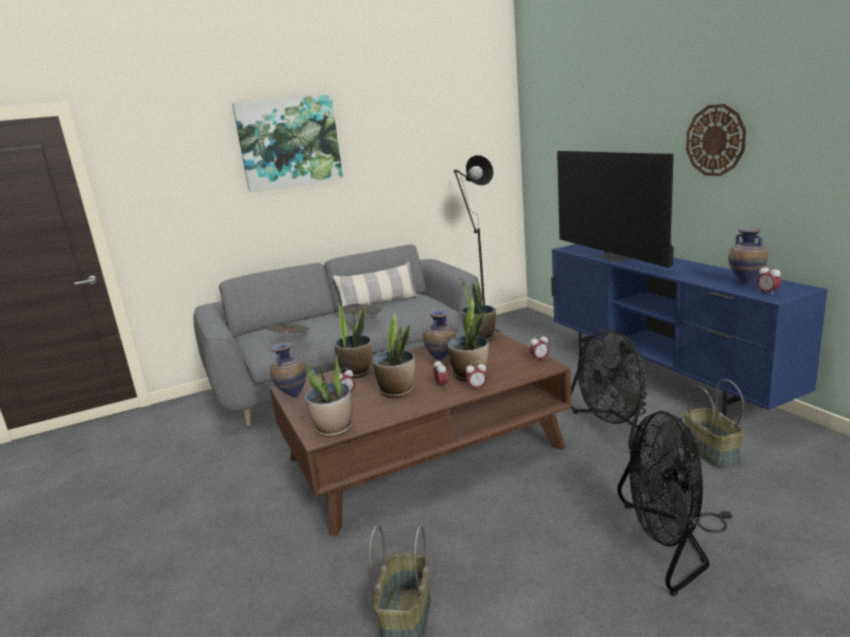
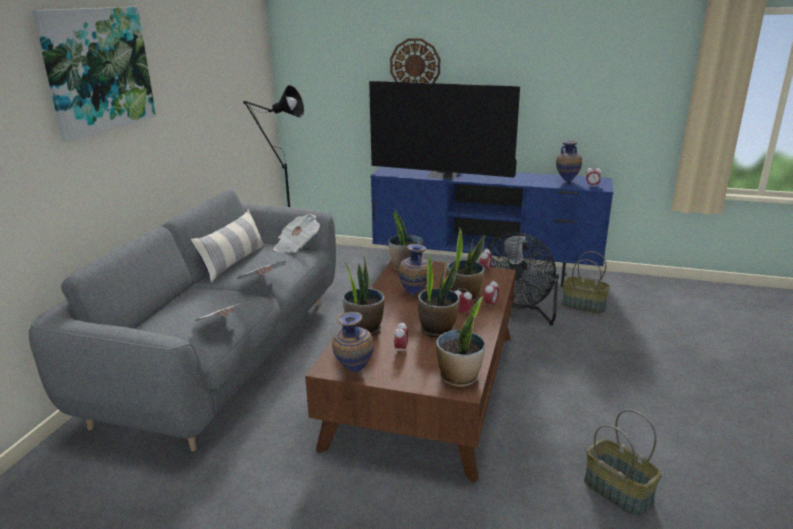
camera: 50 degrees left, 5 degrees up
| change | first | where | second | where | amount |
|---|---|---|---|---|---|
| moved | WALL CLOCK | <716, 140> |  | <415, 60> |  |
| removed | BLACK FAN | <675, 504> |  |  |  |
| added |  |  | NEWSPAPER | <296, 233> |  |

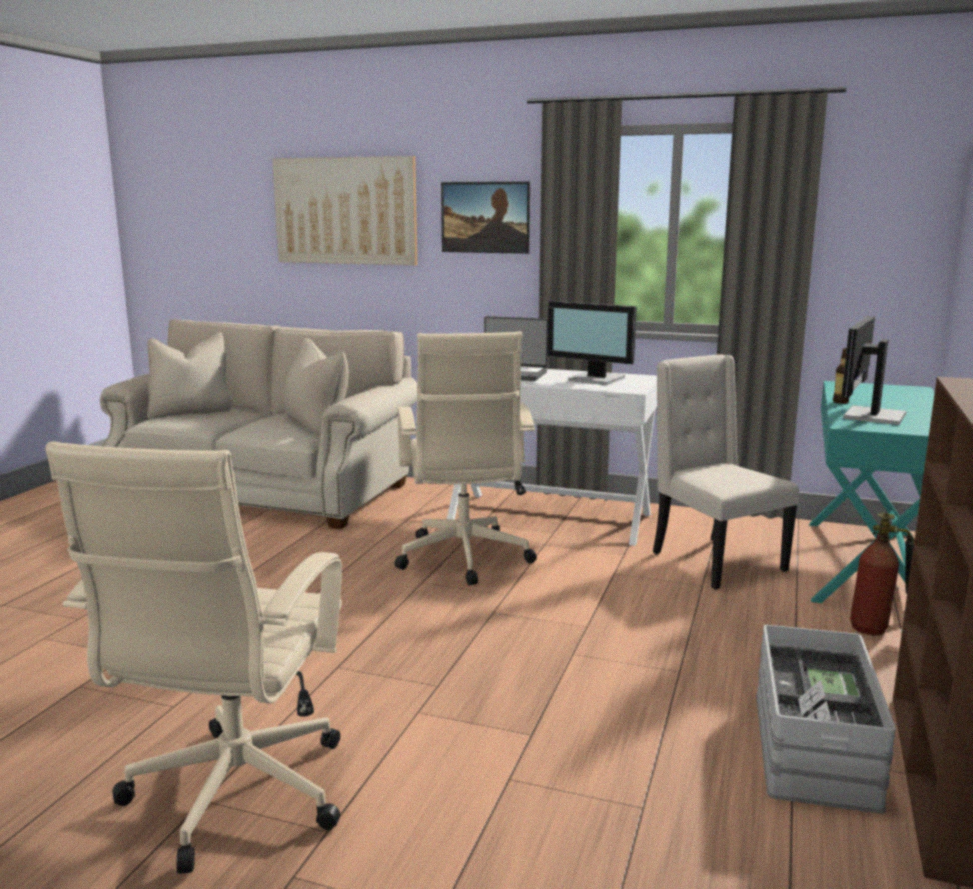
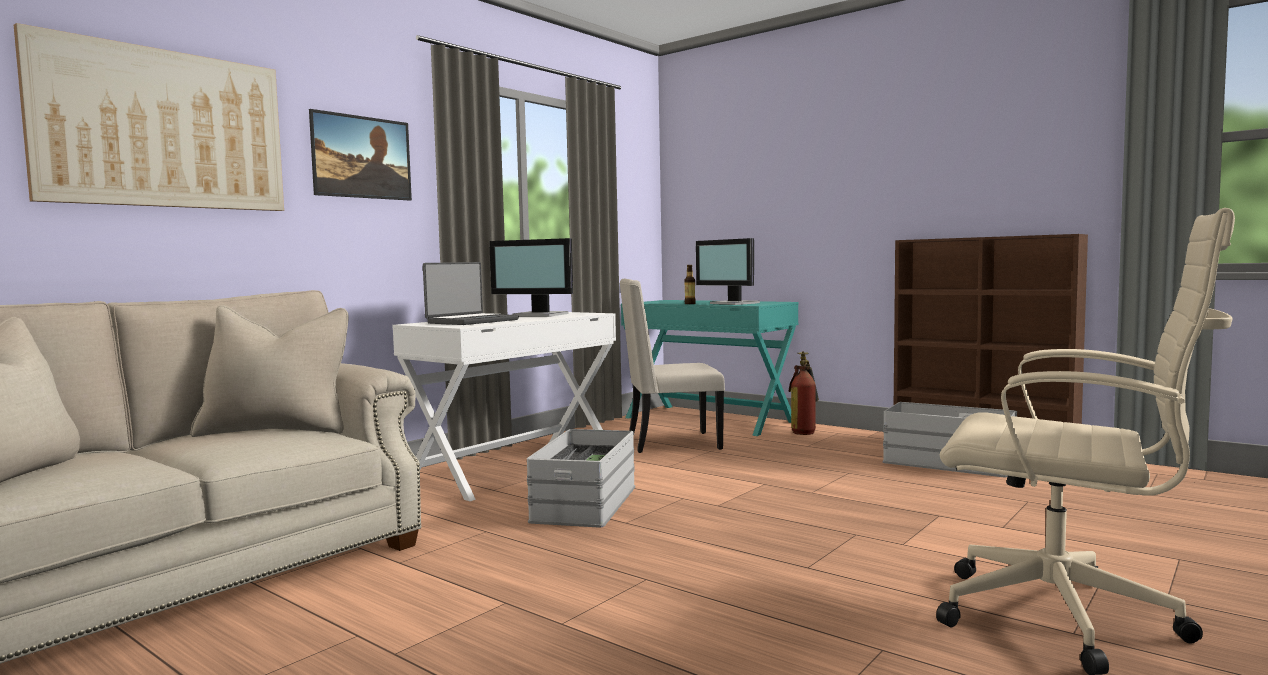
camera: 70 degrees left, 10 degrees down
| change | first | where | second | where | amount |
|---|---|---|---|---|---|
| turned | MONITOR | <592, 343> |  | <531, 277> | 60 degrees clockwise |
| replaced | BEIGE OFFICE CHAIR | <466, 458> | GREY STORAGE BOX | <581, 478> |  |

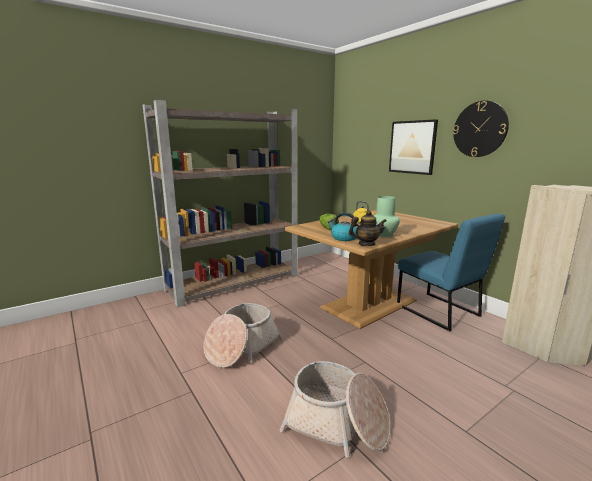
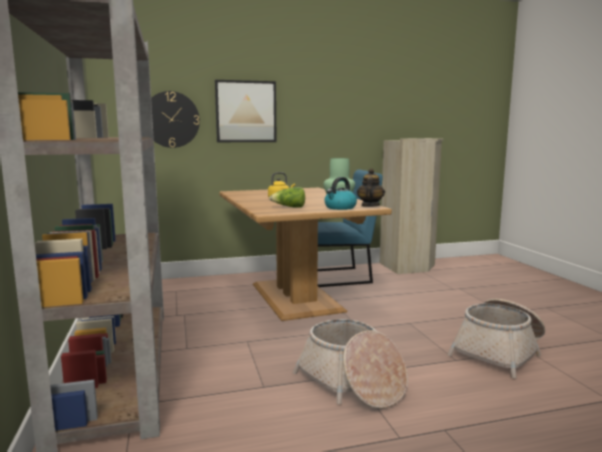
camera: 70 degrees left, 5 degrees down
| change | first | where | second | where | amount |
|---|---|---|---|---|---|
| moved | WALL CLOCK | <481, 129> |  | <175, 119> |  |

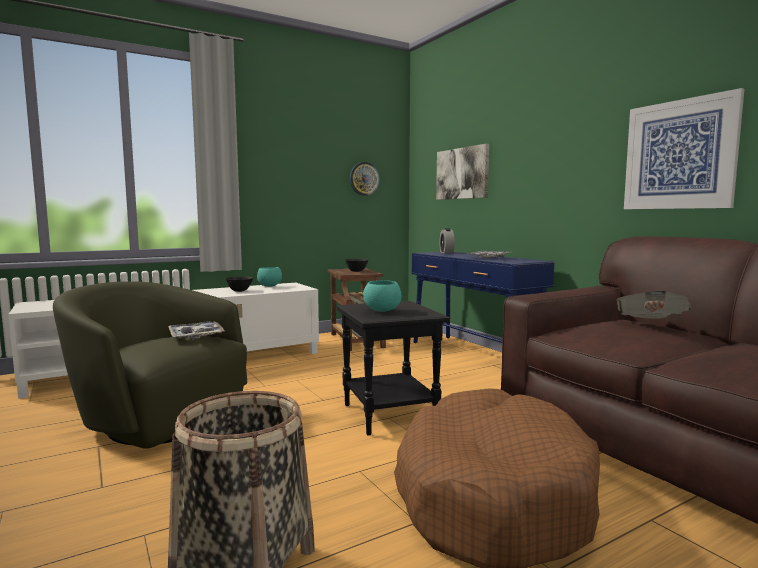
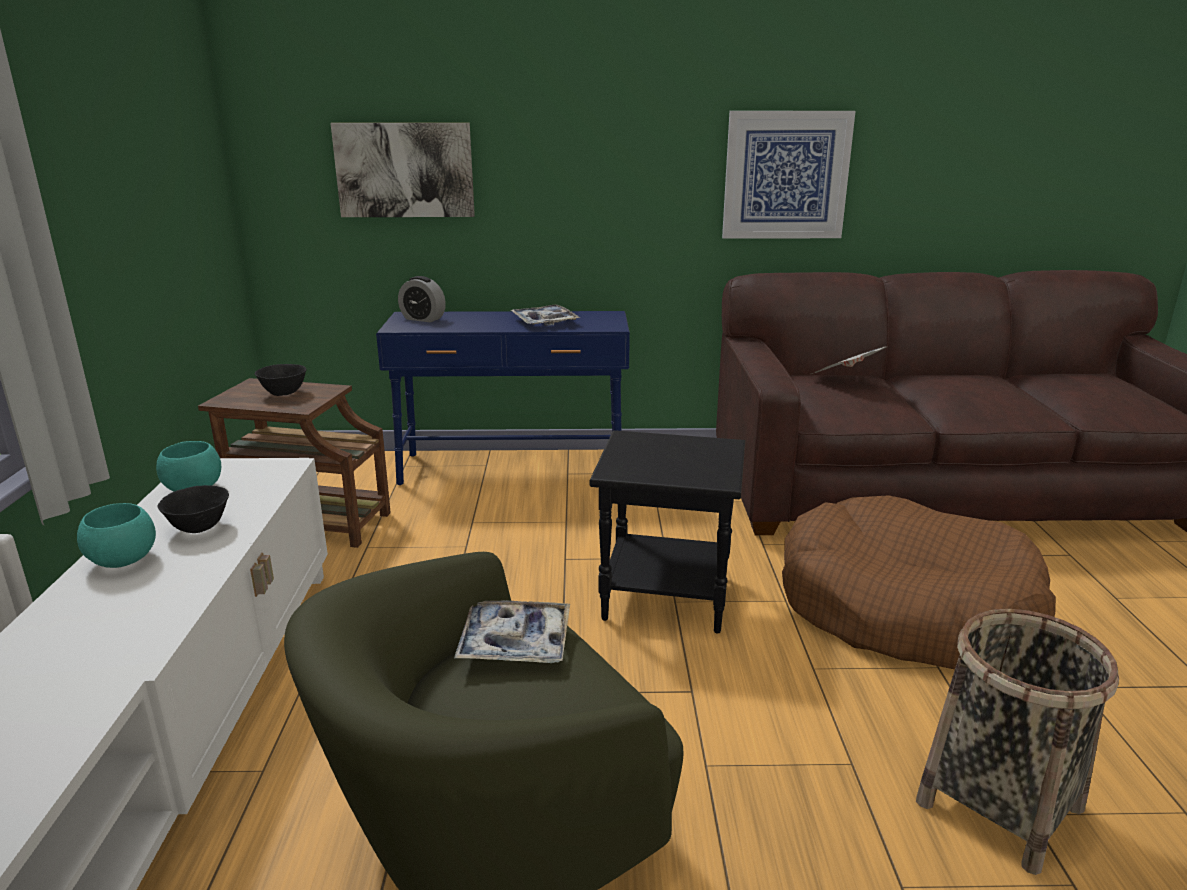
camera: 60 degrees left, 15 degrees up
| change | first | where | second | where | amount |
|---|---|---|---|---|---|
| removed | WALL CLOCK | <365, 179> |  |  |  |
| moved | TURQUOISE BOWL | <382, 296> |  | <116, 535> |  |

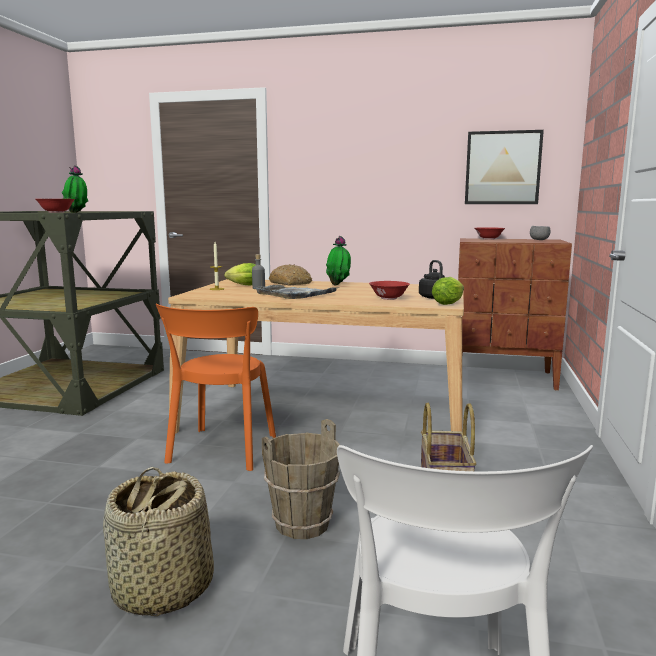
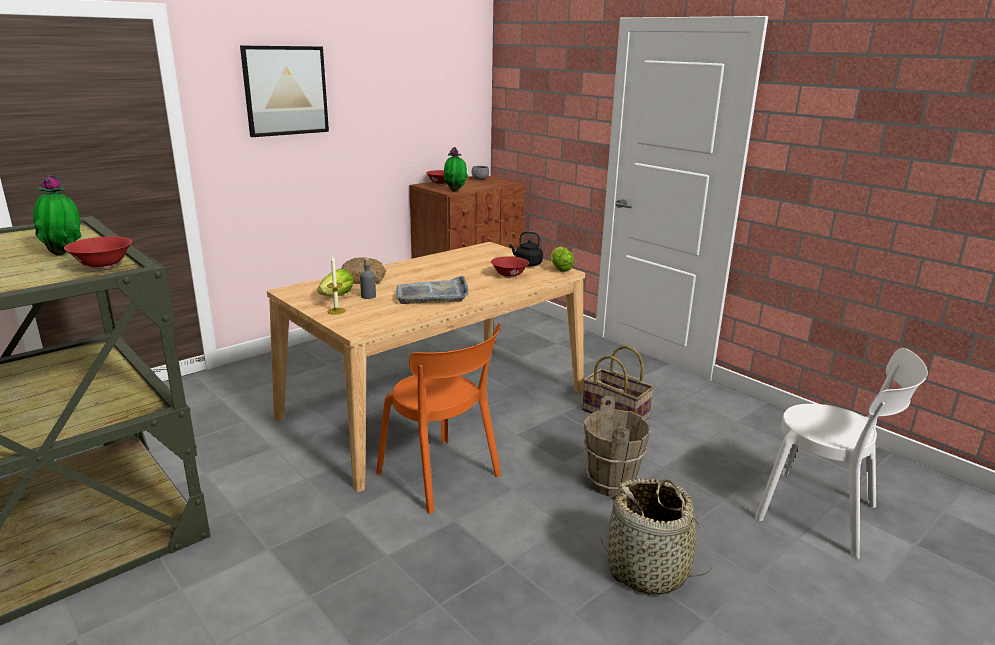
camera: 55 degrees left, 10 degrees up
| change | first | where | second | where | amount |
|---|---|---|---|---|---|
| moved | PICTURE | <504, 167> |  | <284, 91> |  |
| moved | POTTED PLANT | <338, 260> |  | <455, 169> |  |

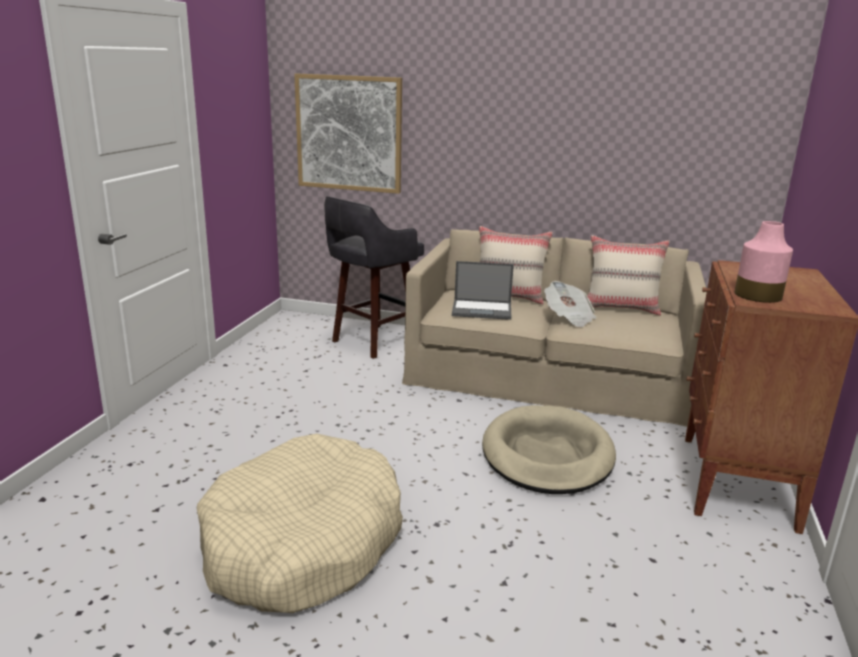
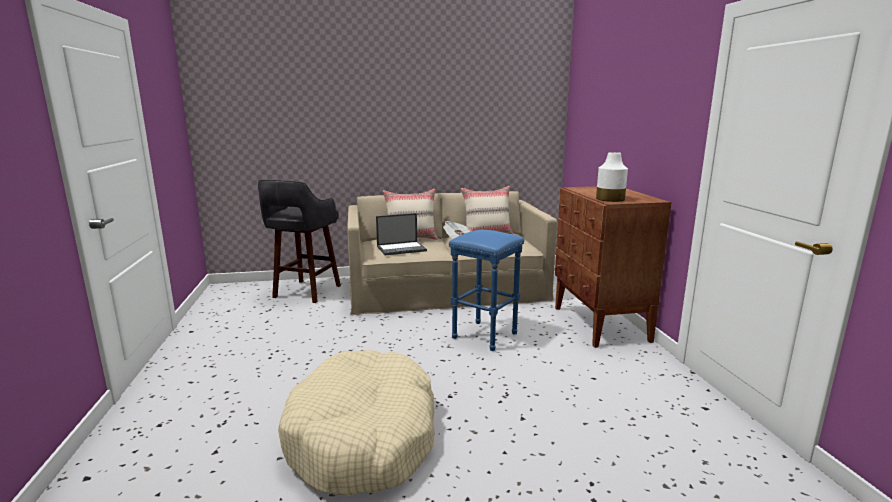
camera: 25 degrees left, 5 degrees down
| change | first | where | second | where | amount |
|---|---|---|---|---|---|
| removed | PICTURE | <348, 134> |  |  |  |
| recoloured | PINK VASE | <763, 262> | WHITE VASE | <612, 177> |  |
| replaced | BEIGE DOG BED | <549, 449> | BLUE STOOL | <486, 290> |  |

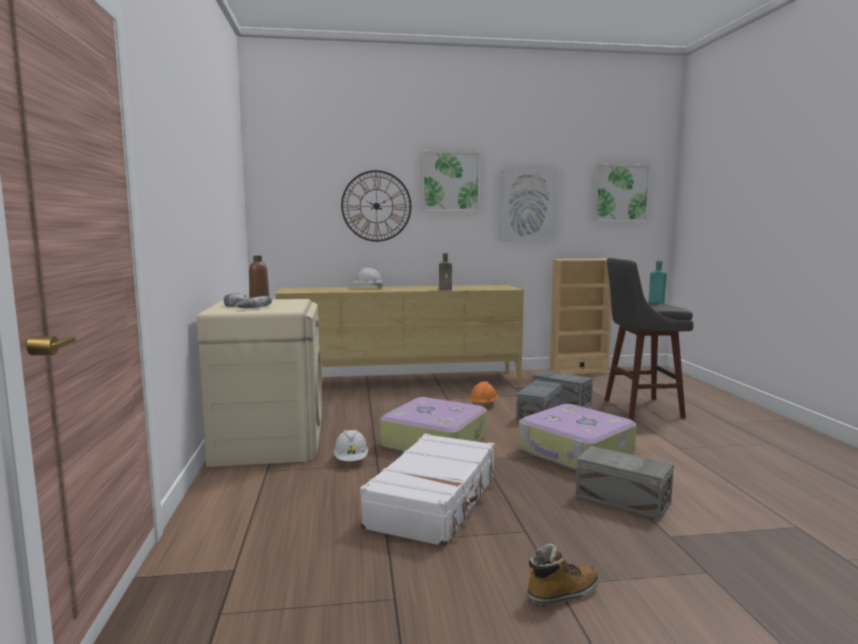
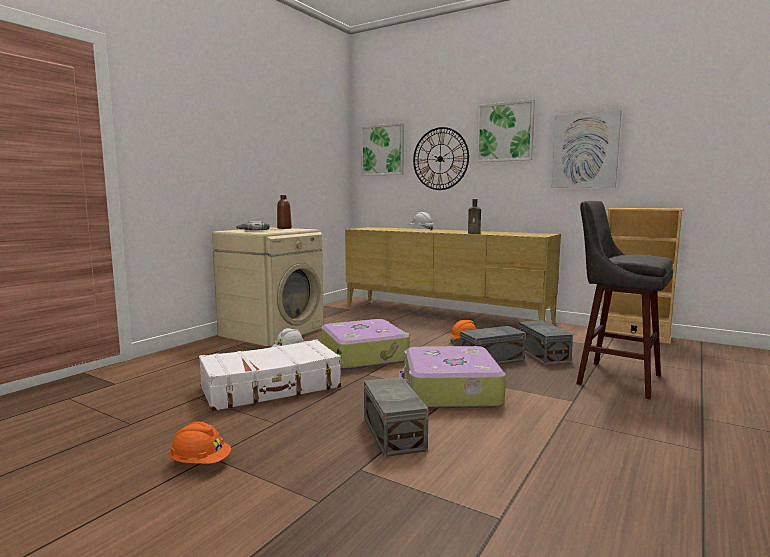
camera: 40 degrees right, 0 degrees up
| change | first | where | second | where | amount |
|---|---|---|---|---|---|
| moved | PICTURE | <622, 193> |  | <382, 149> |  |
| removed | TURQUOISE BOTTLE | <657, 282> |  |  |  |
| replaced | BOOT | <563, 574> | ORANGE HARD HAT | <200, 443> |  |

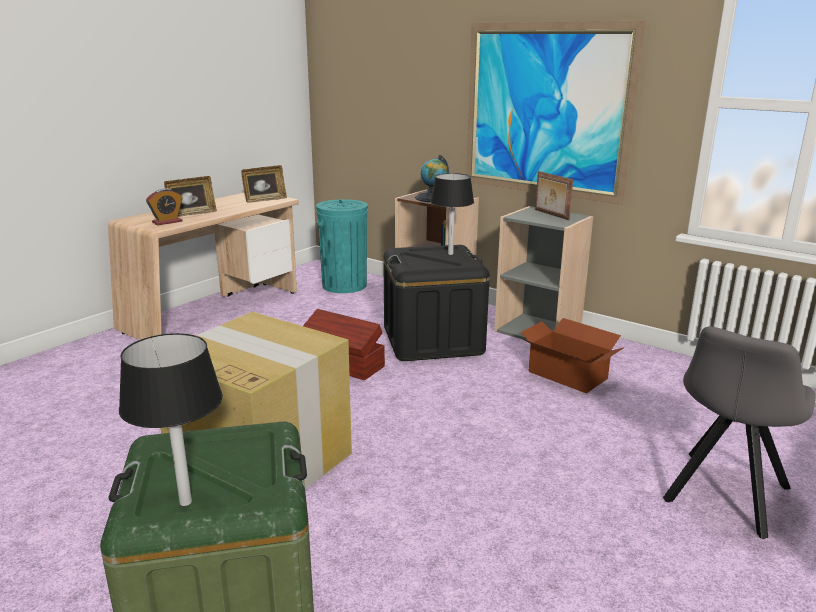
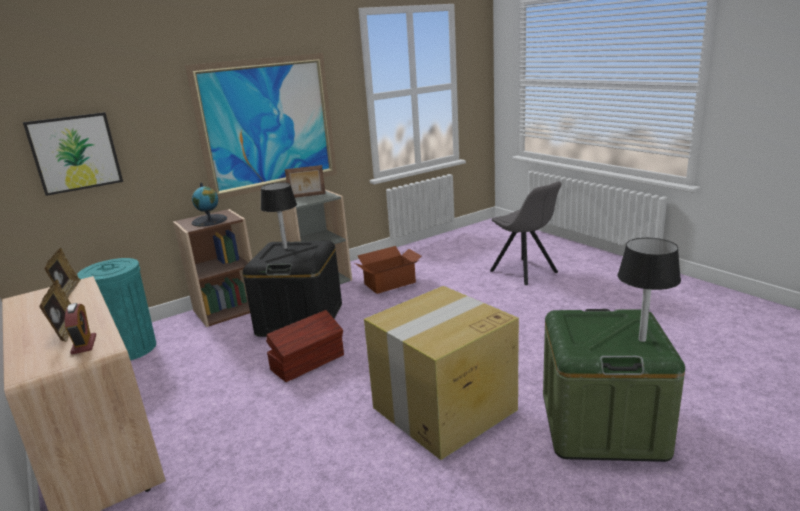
camera: 70 degrees left, 0 degrees up
| change | first | where | second | where | amount |
|---|---|---|---|---|---|
| added |  |  | PICTURE | <73, 154> |  |

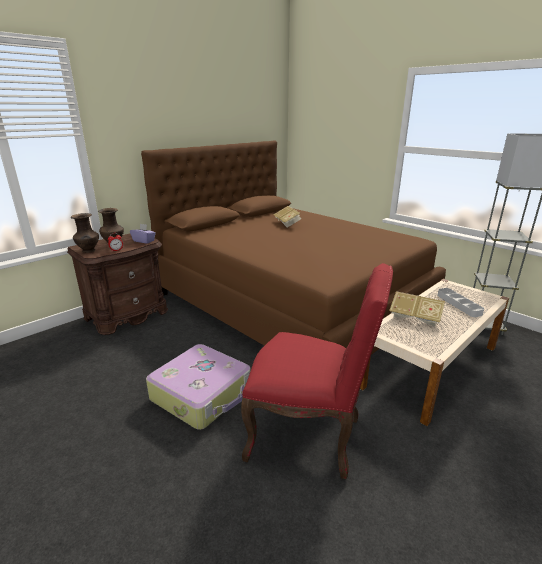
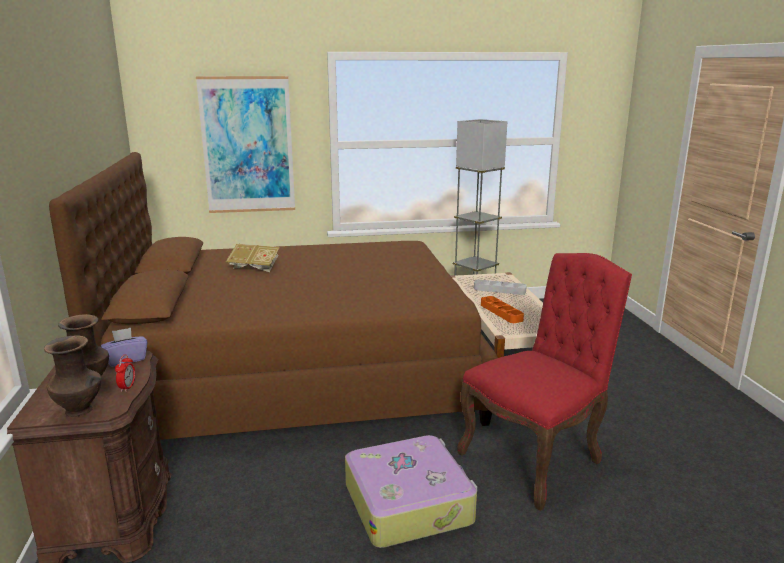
camera: 55 degrees left, 5 degrees down
| change | first | where | second | where | amount |
|---|---|---|---|---|---|
| replaced | BOOK | <417, 309> | ORANGE TRAY | <502, 309> |  |
| added |  |  | PICTURE | <245, 144> |  |

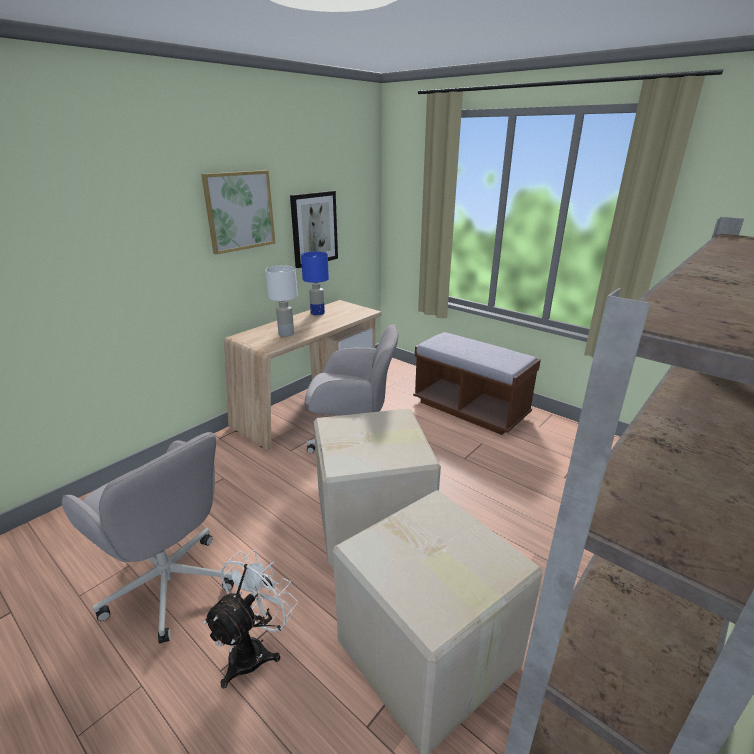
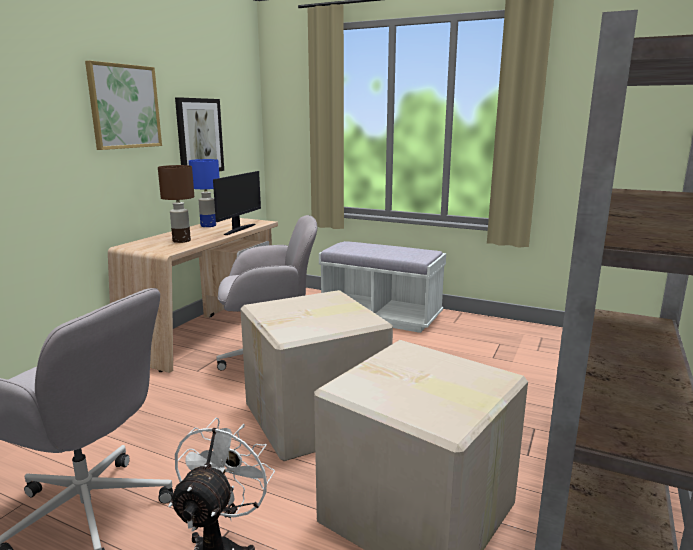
camera: 15 degrees left, 10 degrees down
| change | first | where | second | where | amount |
|---|---|---|---|---|---|
| recoloured | WHITE TABLE LAMP | <281, 301> | BROWN TABLE LAMP | <176, 204> |  |
| recoloured | BROWN BENCH | <477, 383> | WHITE BENCH | <382, 287> |  |
| added |  |  | MONITOR | <237, 203> |  |

